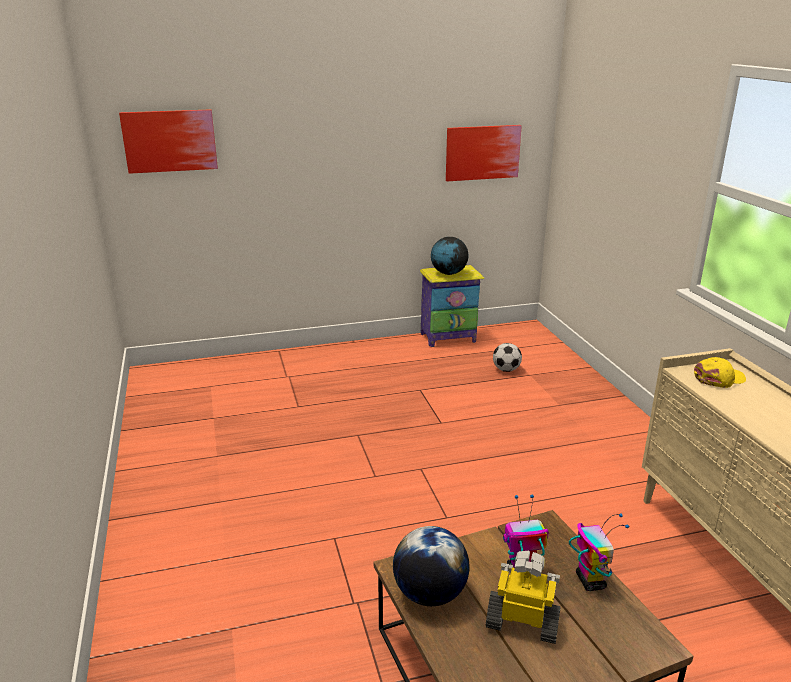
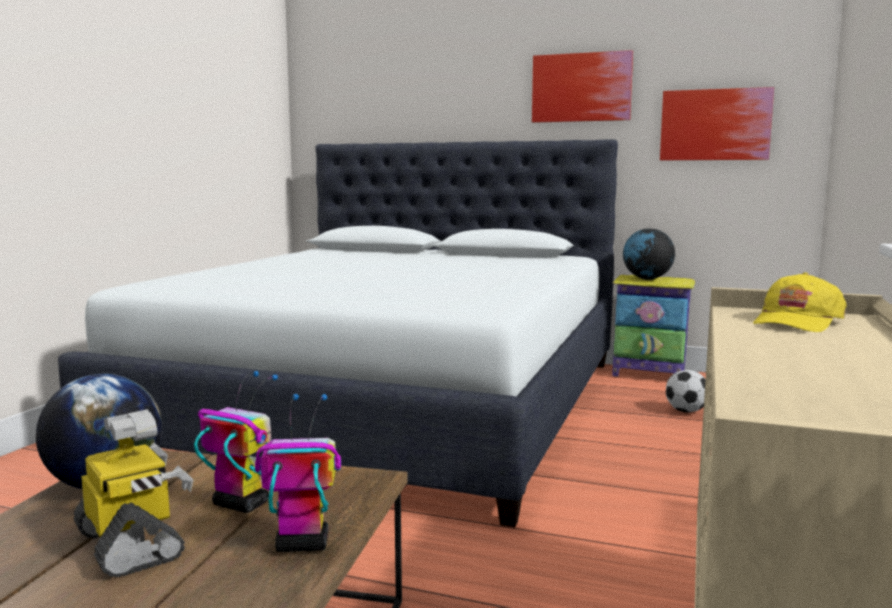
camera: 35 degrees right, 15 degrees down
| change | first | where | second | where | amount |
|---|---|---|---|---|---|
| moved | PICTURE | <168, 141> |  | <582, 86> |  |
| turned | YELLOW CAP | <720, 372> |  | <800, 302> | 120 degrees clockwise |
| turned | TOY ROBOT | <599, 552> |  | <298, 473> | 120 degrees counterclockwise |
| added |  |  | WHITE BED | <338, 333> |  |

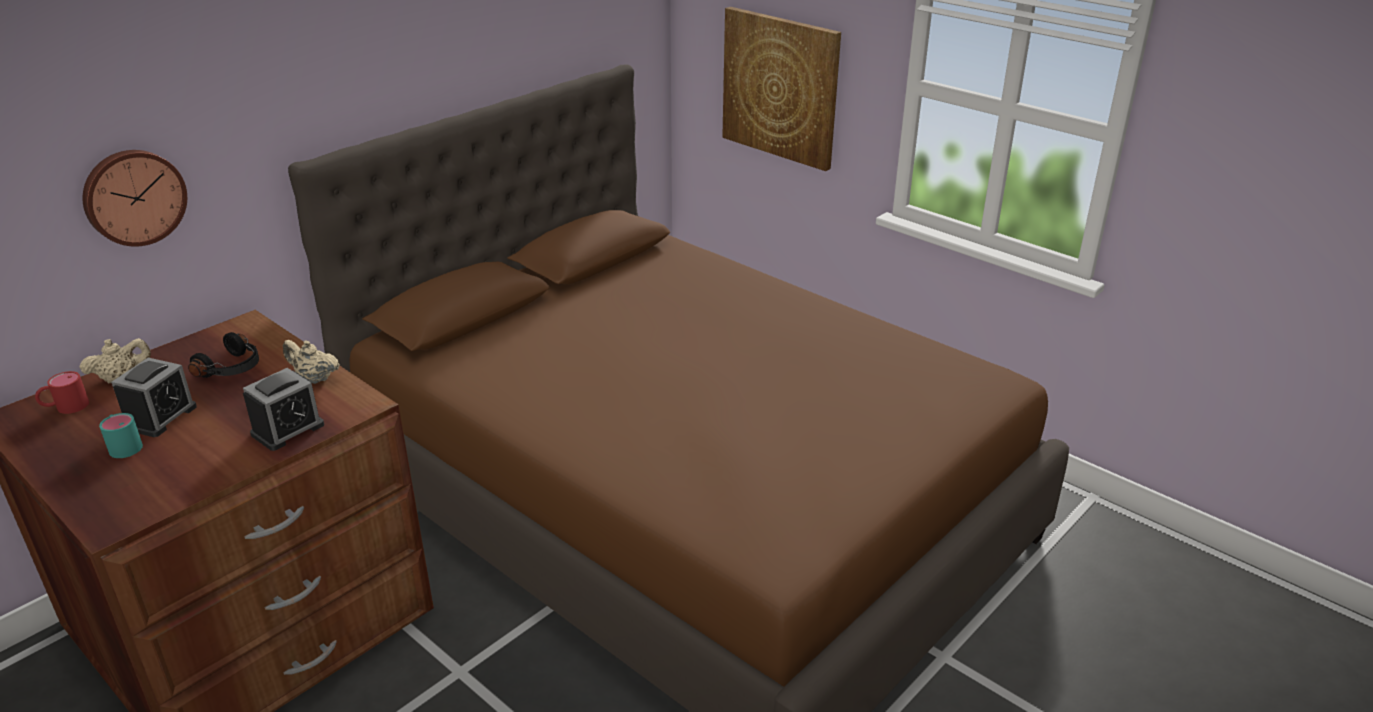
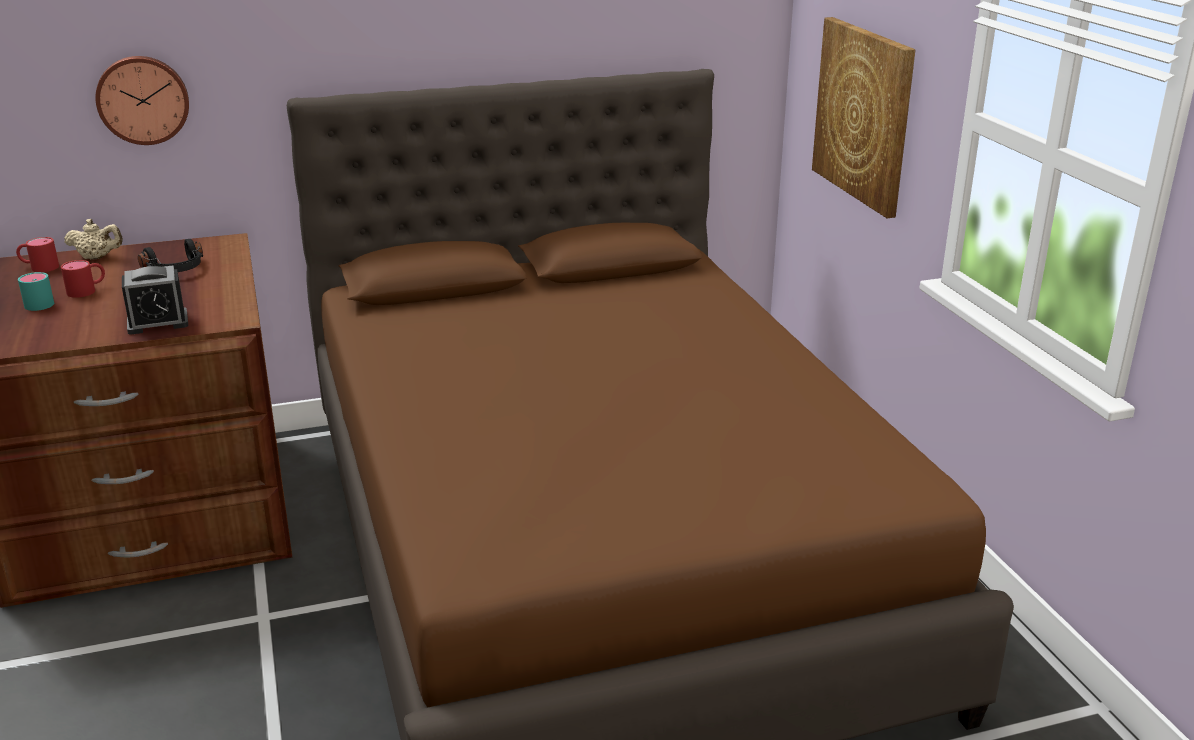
camera: 30 degrees right, 5 degrees down
| change | first | where | second | where | amount |
|---|---|---|---|---|---|
| removed | BEIGE TEAPOT | <311, 362> |  |  |  |
| replaced | ALARM CLOCK | <154, 397> | RED MUG | <83, 279> |  |

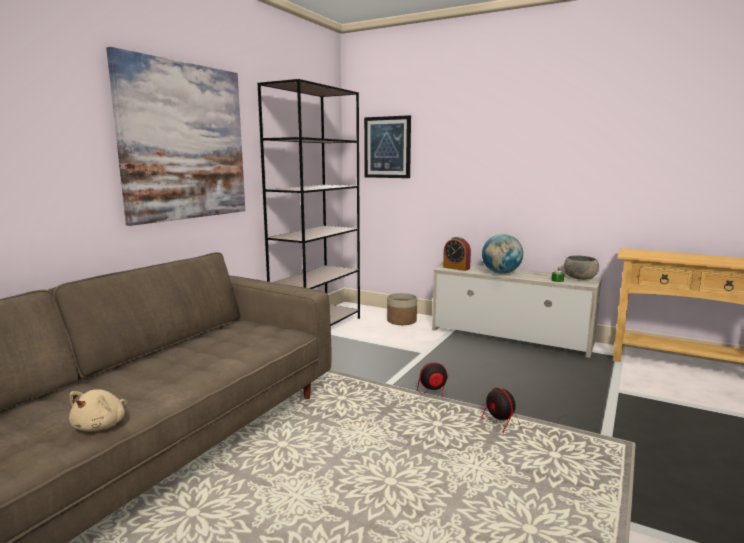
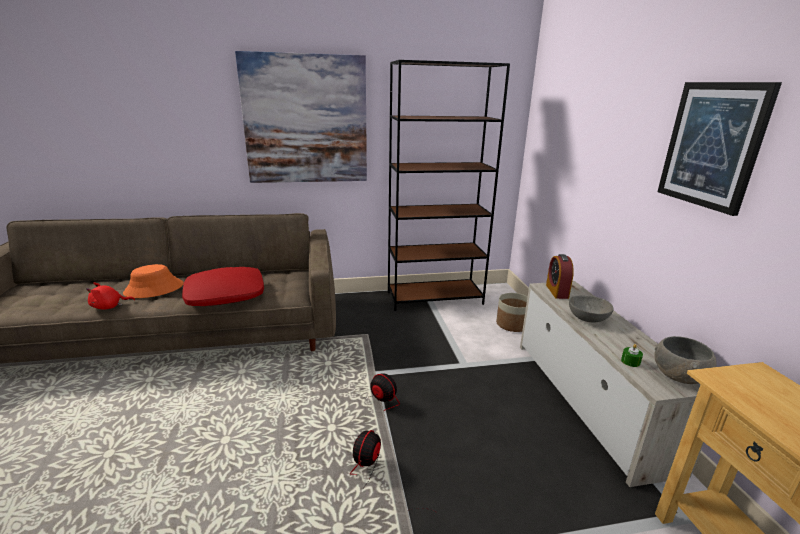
camera: 50 degrees right, 10 degrees up
| change | first | where | second | where | amount |
|---|---|---|---|---|---|
| moved | PICTURE | <387, 146> |  | <719, 149> |  |
| replaced | GLOBE | <502, 254> | GREY BOWL | <591, 309> |  |
| recoloured | BEIGE PLUSH TOY | <98, 410> | RED PLUSH TOY | <110, 296> |  |
| added |  |  | ORANGE HAT | <153, 281> |  |
| added |  |  | RED PILLOW | <223, 286> |  |

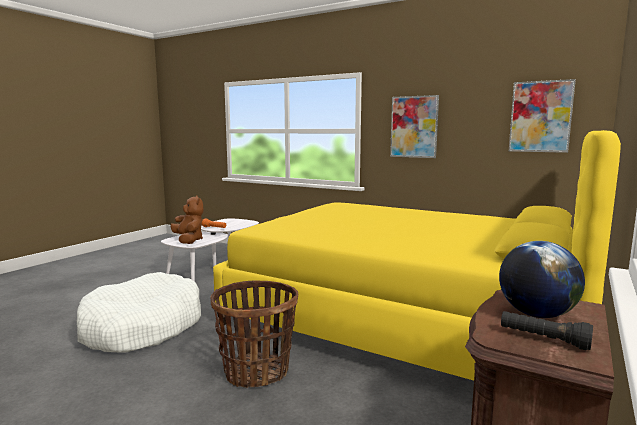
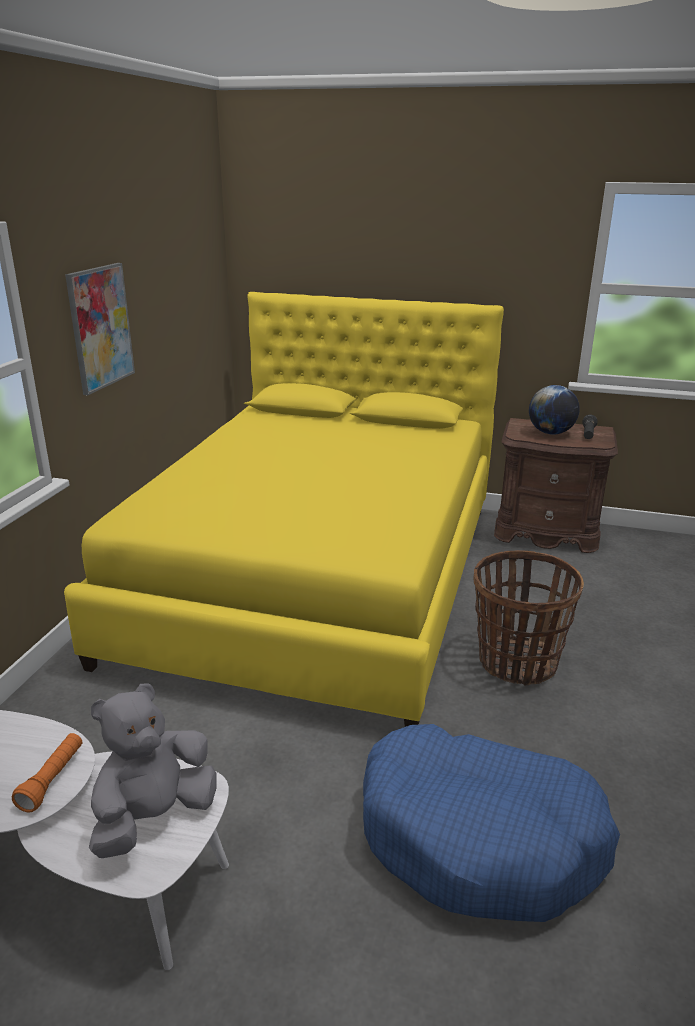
camera: 105 degrees left, 15 degrees up
| change | first | where | second | where | amount |
|---|---|---|---|---|---|
| removed | PICTURE | <542, 116> |  |  |  |
| recoloured | BROWN PLUSH TOY | <187, 219> | GREY PLUSH TOY | <153, 770> |  |
| recoloured | WHITE DOG BED | <139, 312> | BLUE DOG BED | <491, 823> |  |

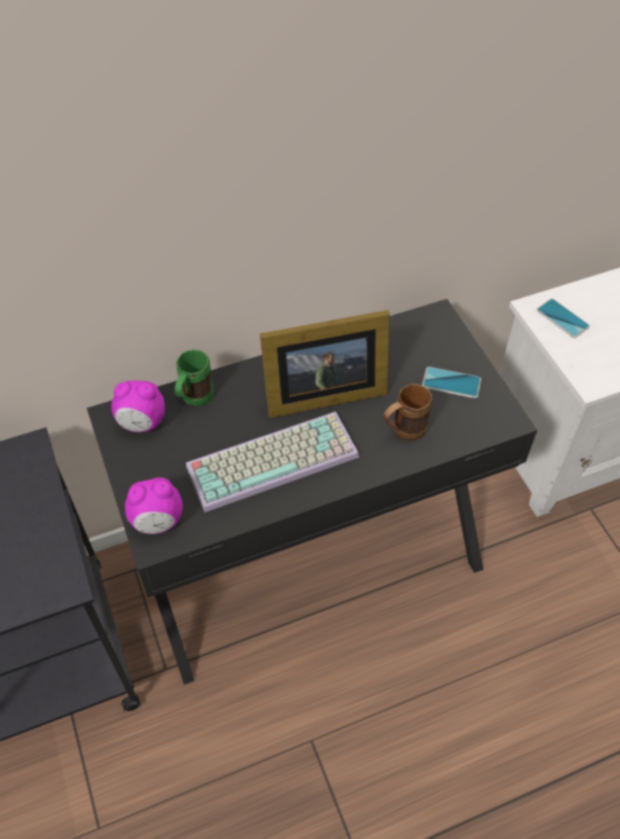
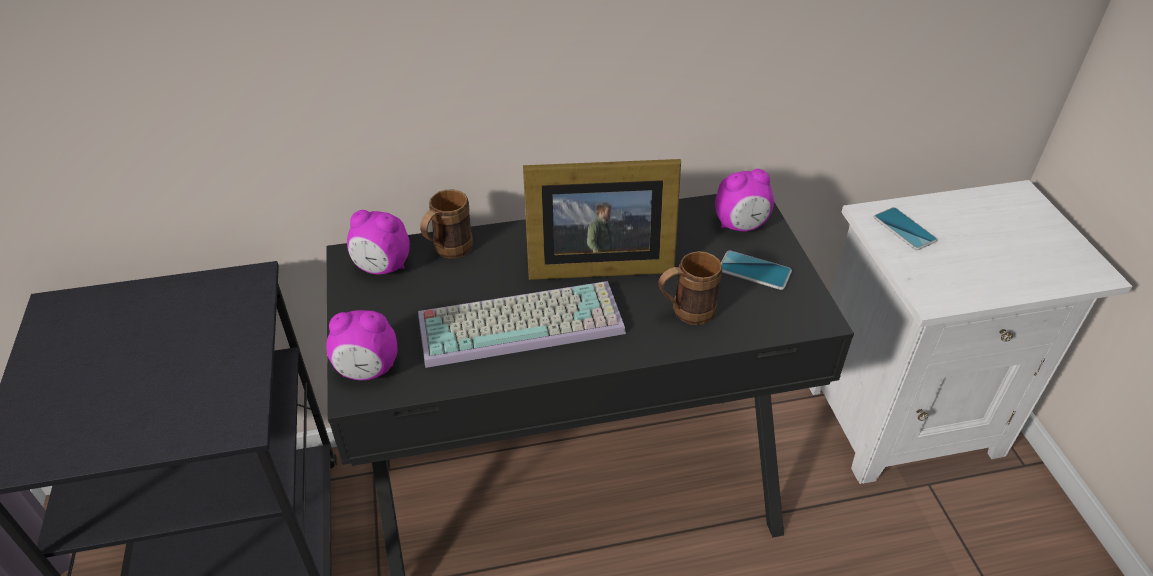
camera: 10 degrees right, 10 degrees down
| change | first | where | second | where | amount |
|---|---|---|---|---|---|
| recoloured | GREEN MUG | <194, 378> | BROWN MUG | <446, 224> |  |
| added |  |  | ALARM CLOCK | <744, 200> |  |

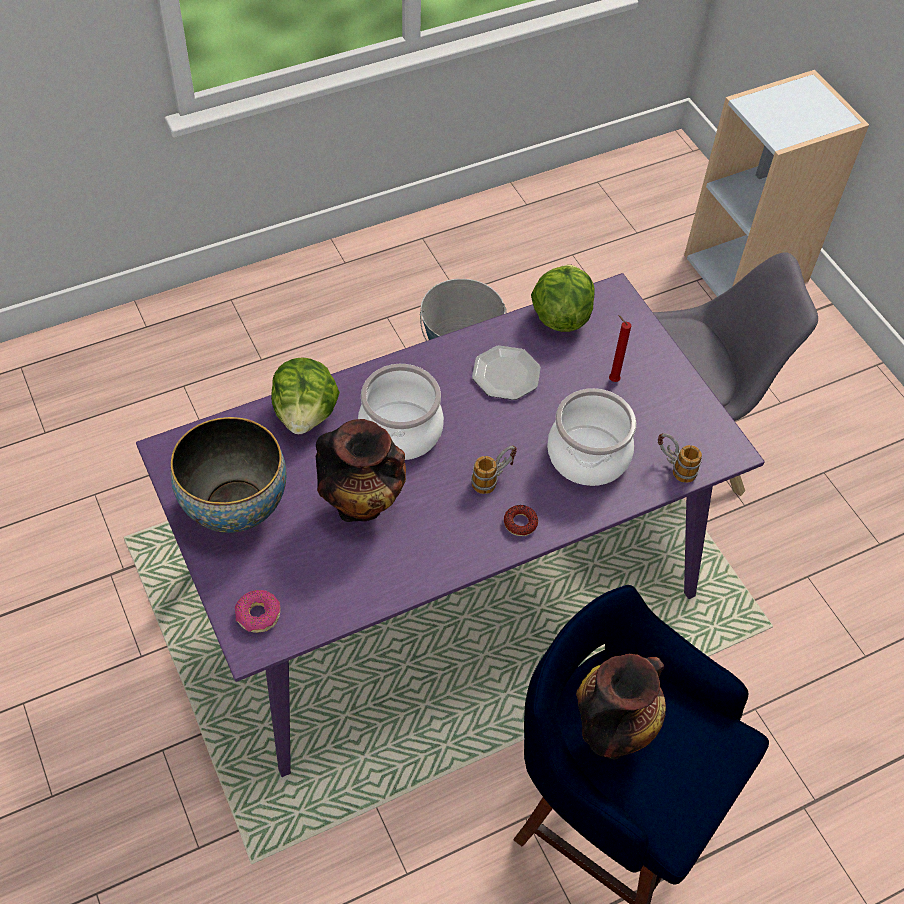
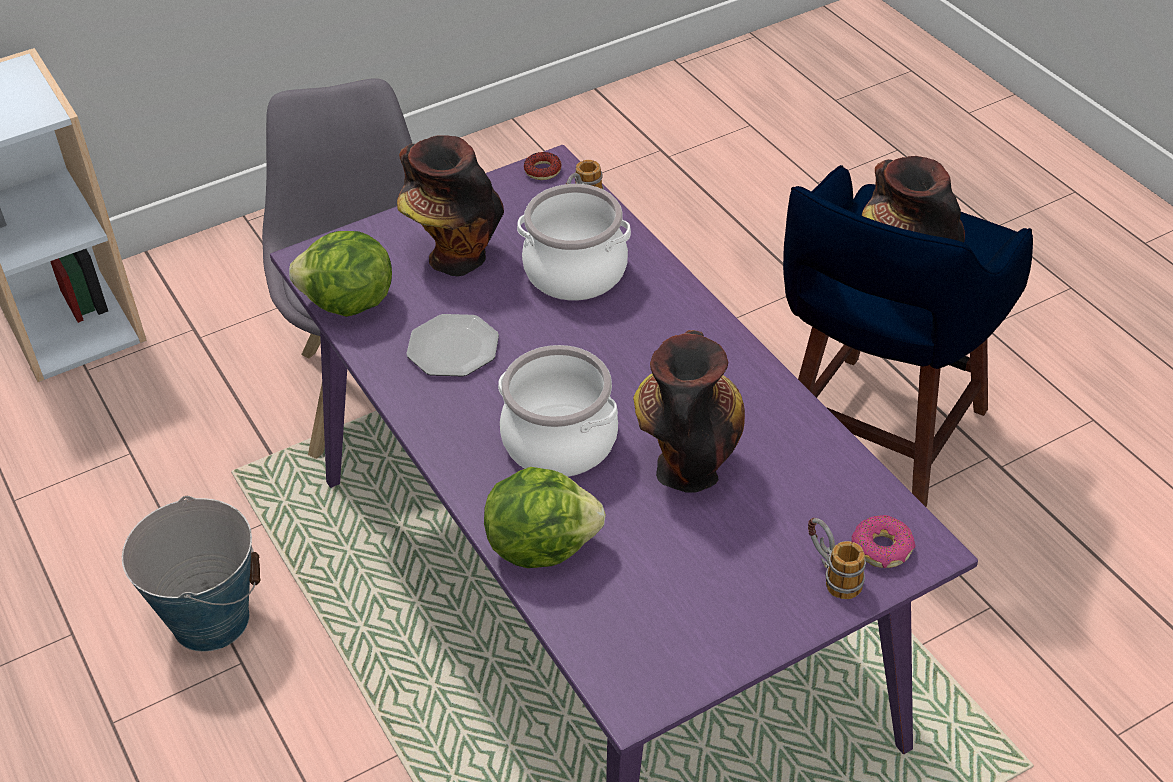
camera: 90 degrees left, 10 degrees down
| change | first | where | second | where | amount |
|---|---|---|---|---|---|
| replaced | RED CANDLE | <620, 348> | VASE | <450, 205> |  |
| removed | BOWL | <229, 475> |  |  |  |
| moved | MUG | <494, 470> |  | <837, 558> |  |
| moved | DONUT | <521, 520> |  | <543, 166> |  |

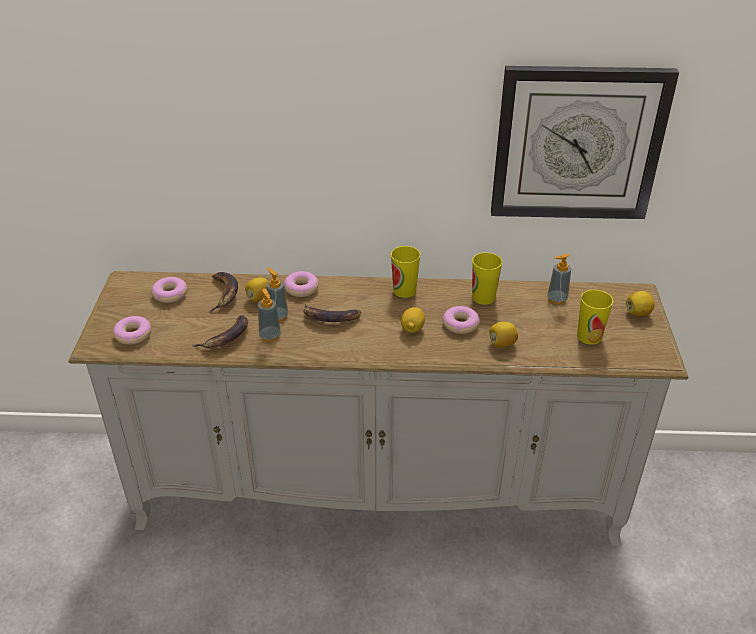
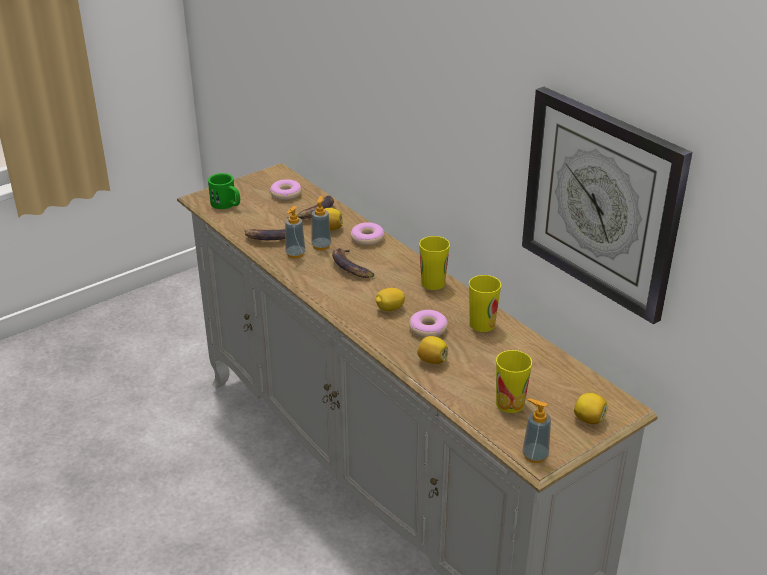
camera: 50 degrees right, 5 degrees down
| change | first | where | second | where | amount |
|---|---|---|---|---|---|
| moved | SOAP DISPENSER | <559, 279> |  | <536, 431> |  |
| replaced | DONUT | <132, 330> | GREEN MUG | <224, 191> |  |

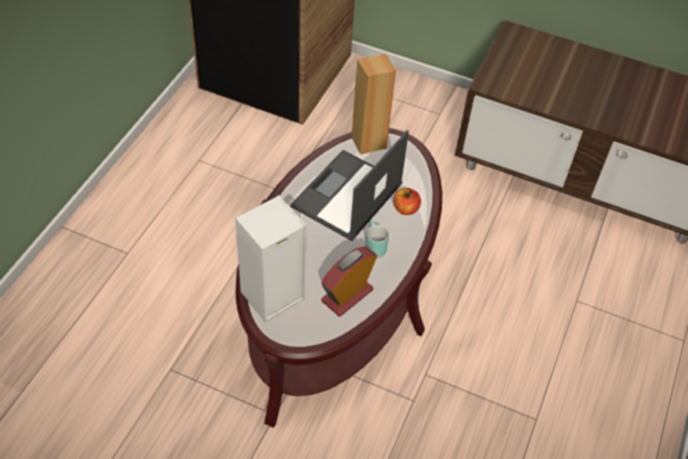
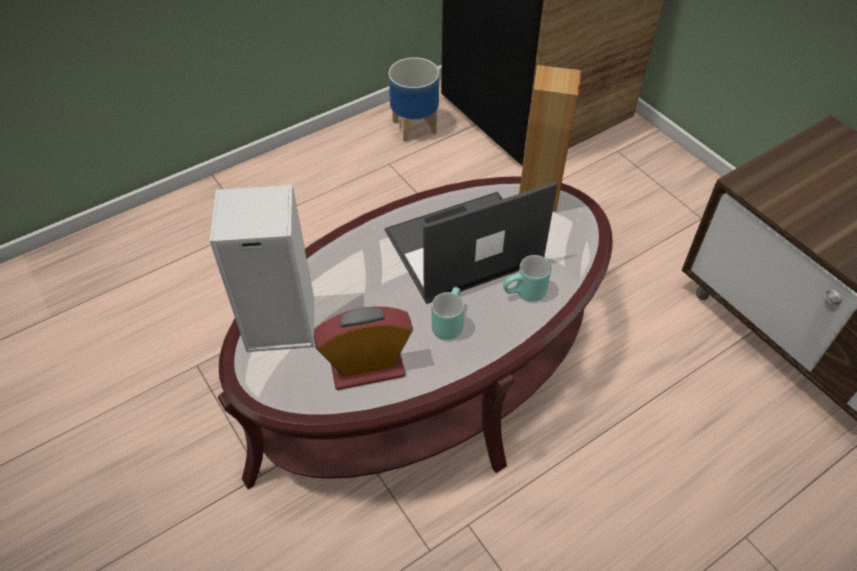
camera: 35 degrees right, 0 degrees up
| change | first | where | second | where | amount |
|---|---|---|---|---|---|
| replaced | APPLE | <407, 201> | TURQUOISE MUG | <527, 278> |  |
| added |  |  | PLANTER | <414, 99> |  |

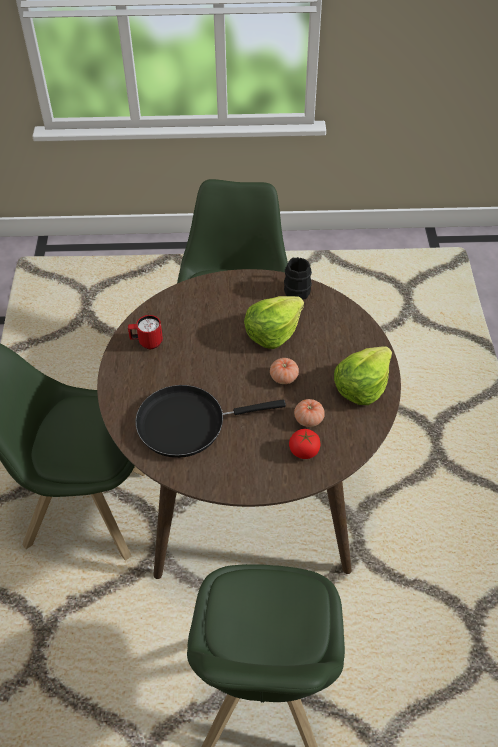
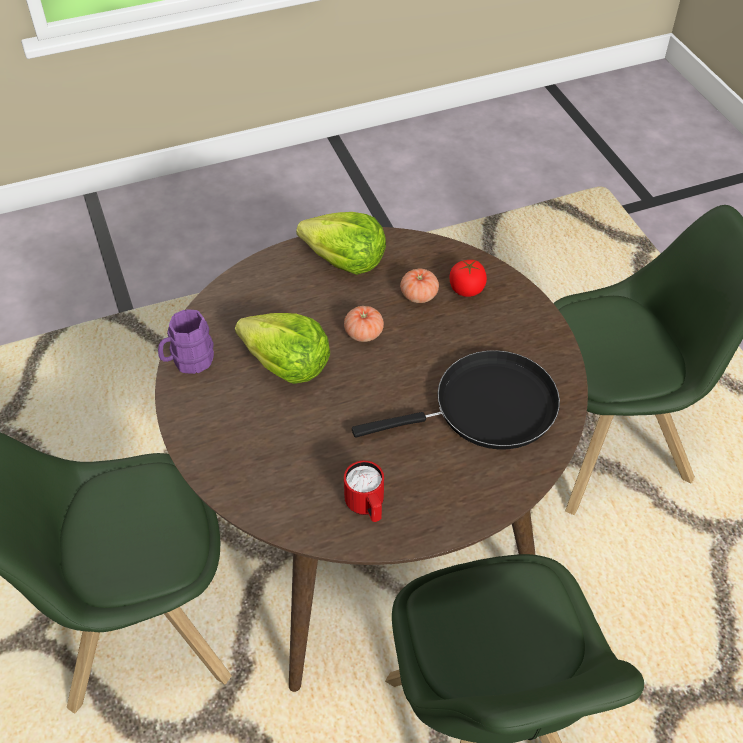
camera: 110 degrees left, 0 degrees up
| change | first | where | second | where | amount |
|---|---|---|---|---|---|
| recoloured | BLACK MUG | <298, 278> | PURPLE MUG | <186, 341> |  |
| turned | BLACK FRYING PAN | <210, 421> |  | <456, 399> | 75 degrees counterclockwise |

